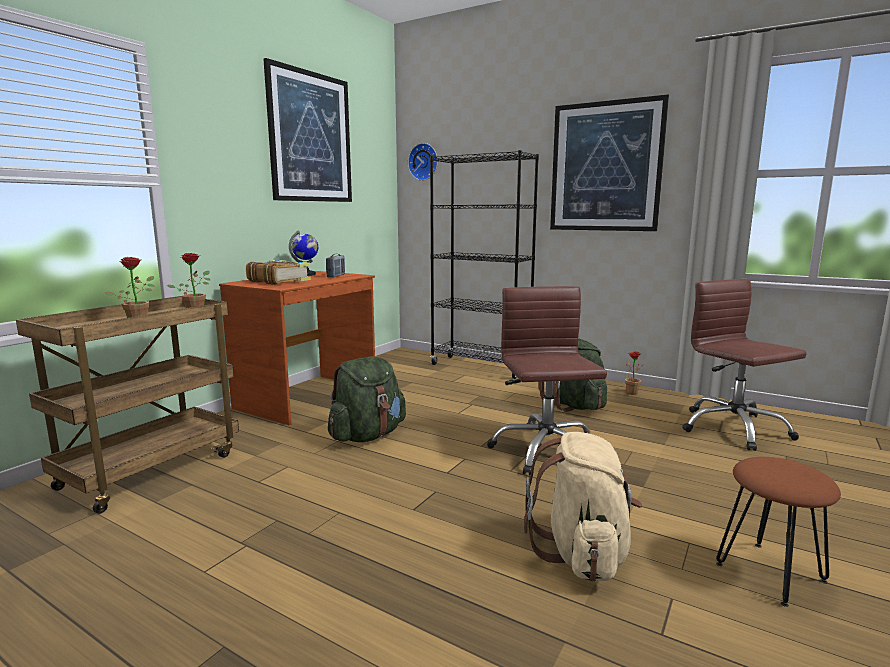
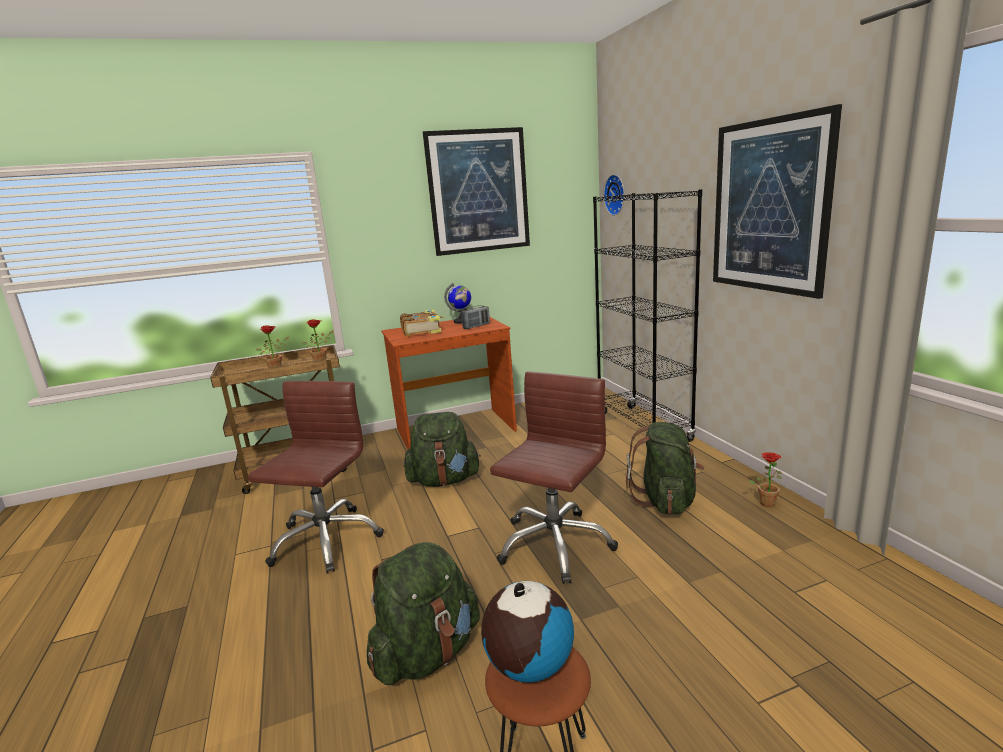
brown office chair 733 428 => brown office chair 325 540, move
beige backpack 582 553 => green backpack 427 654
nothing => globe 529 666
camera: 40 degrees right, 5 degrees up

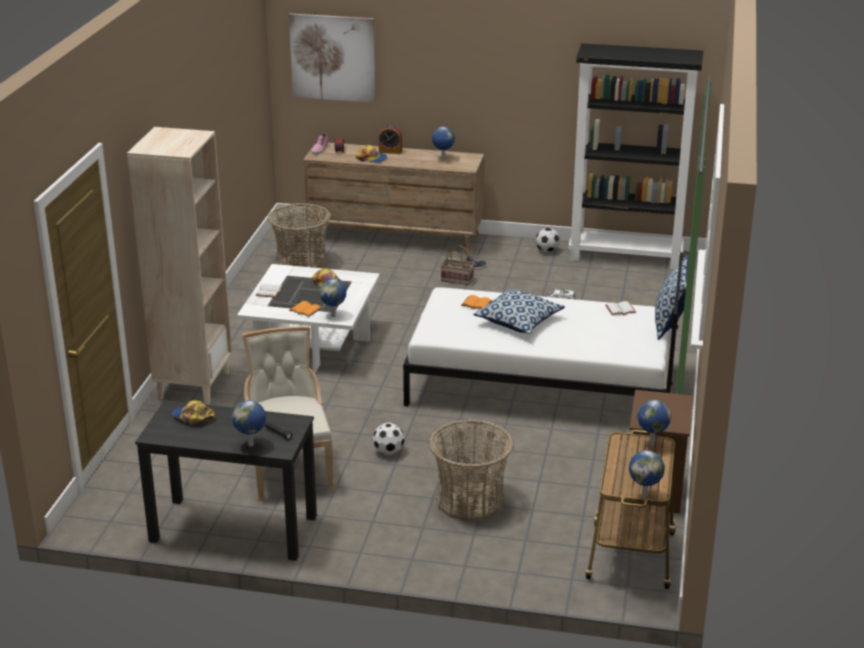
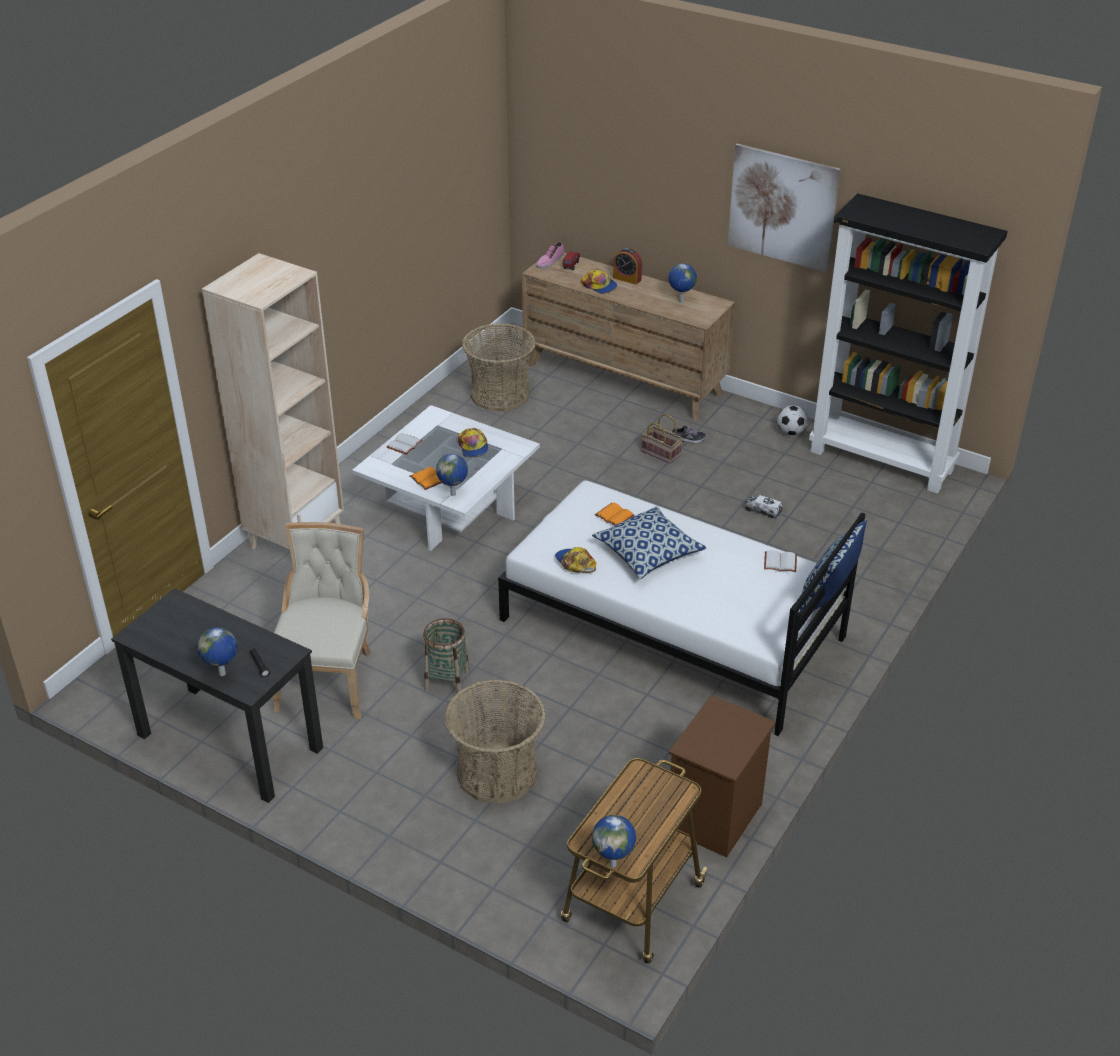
picture 333 58 => picture 782 207, move
cap 193 417 => cap 575 563, move
globe 651 443 => nothing
football 388 452 => basket 447 680
camera: 20 degrees right, 10 degrees up

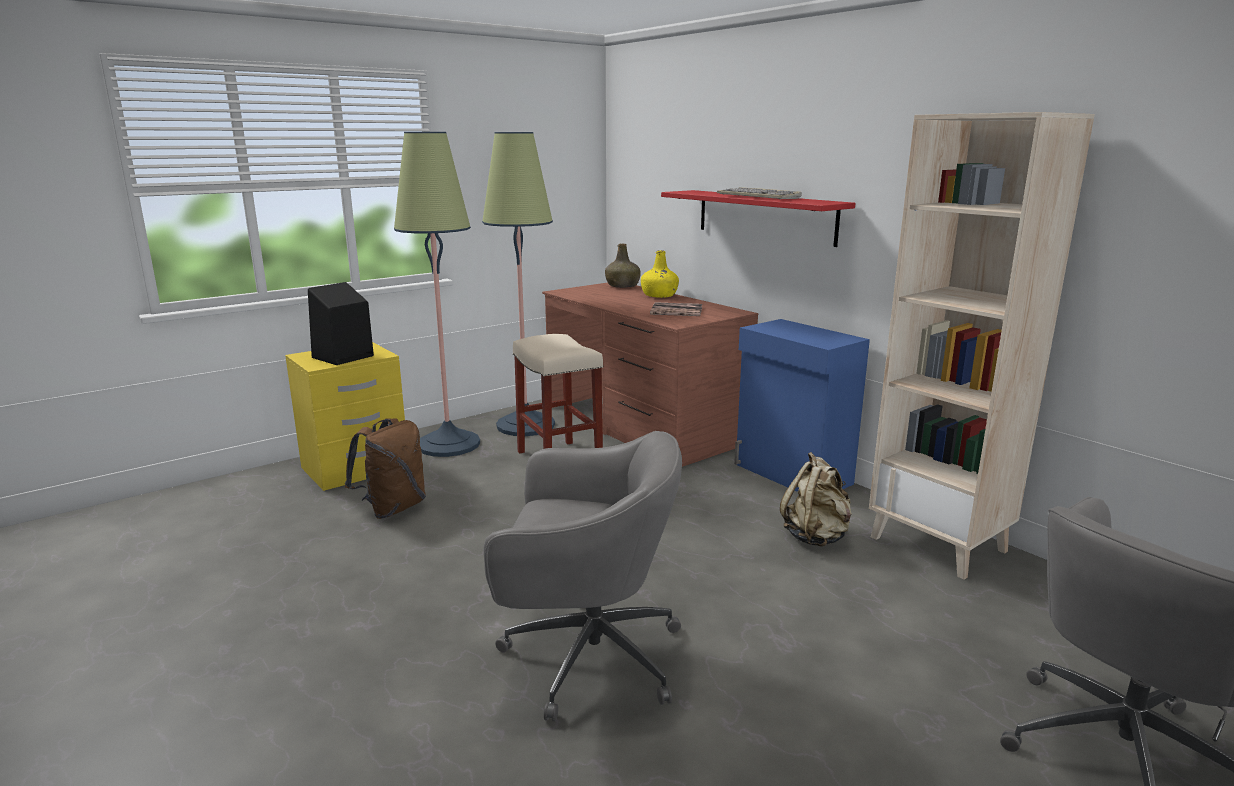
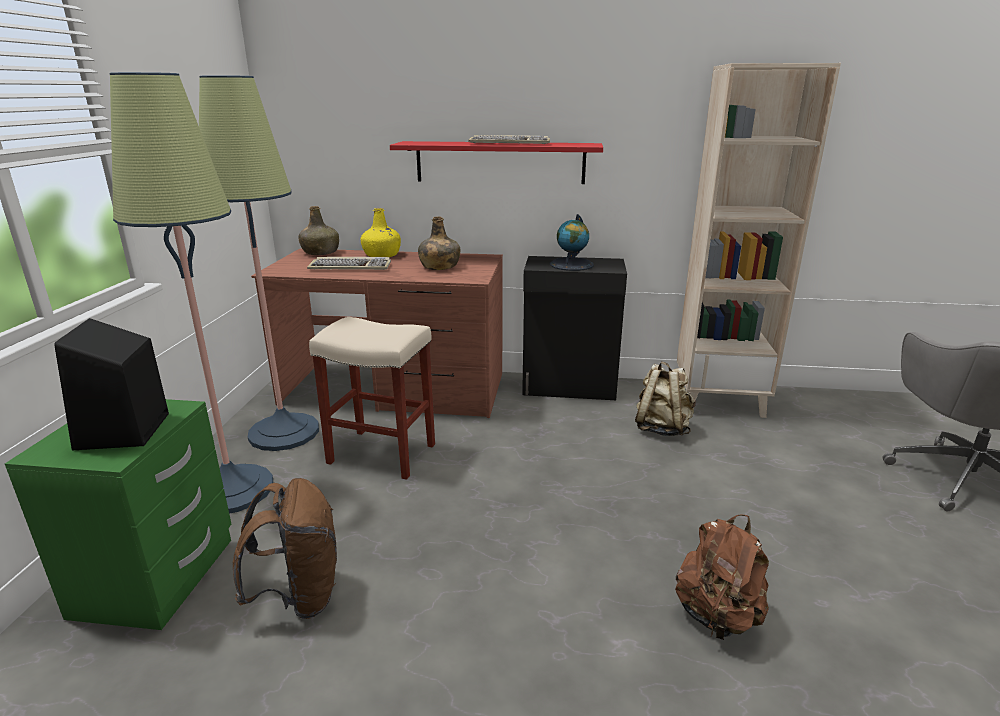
book 676 311 => green bottle 439 267
blue cabinet 792 474 => black cabinet 569 387
yellow nightstand 355 469 => green nightstand 157 577
grey office chair 587 656 => brown backpack 717 616
nothing => globe 571 264
nothing => keyboard 351 267
camera: 45 degrees left, 5 degrees up

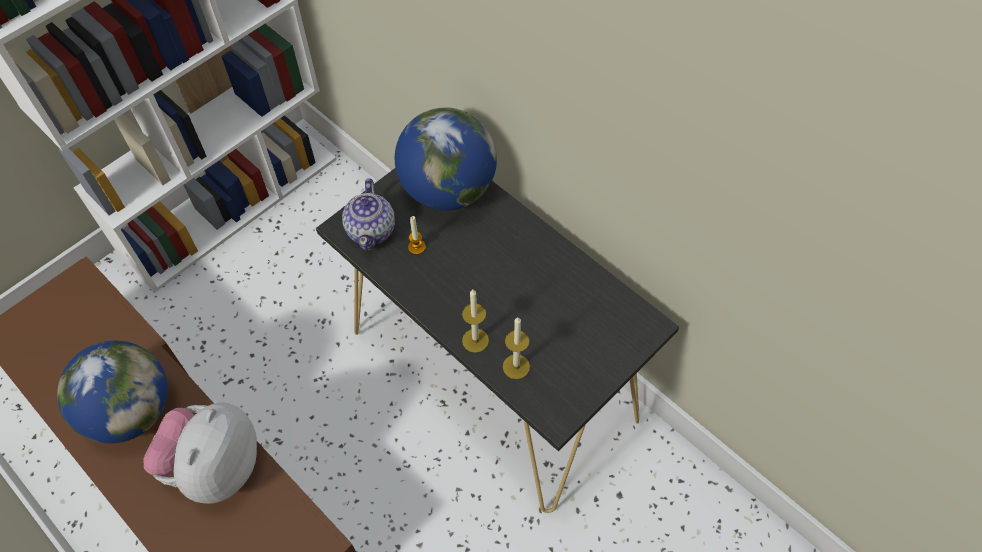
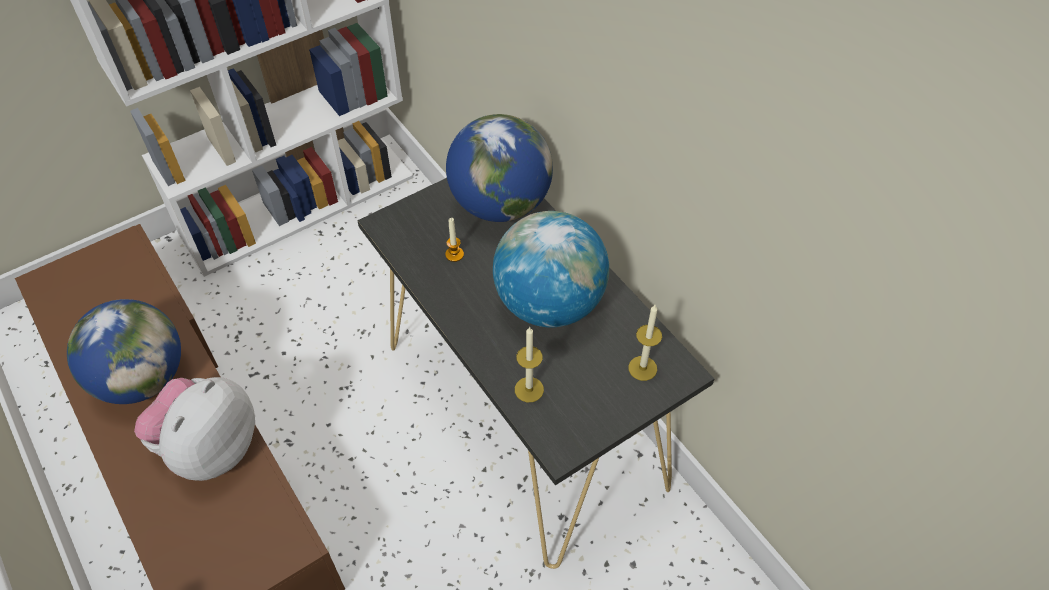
teapot 371 230 => nothing
candle 475 340 => candle 642 368, move
nothing => globe 549 303
camera: 10 degrees right, 5 degrees down

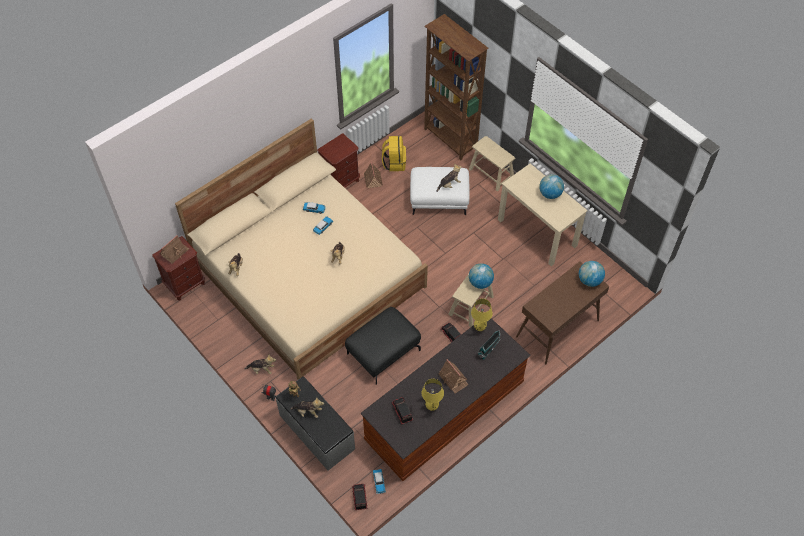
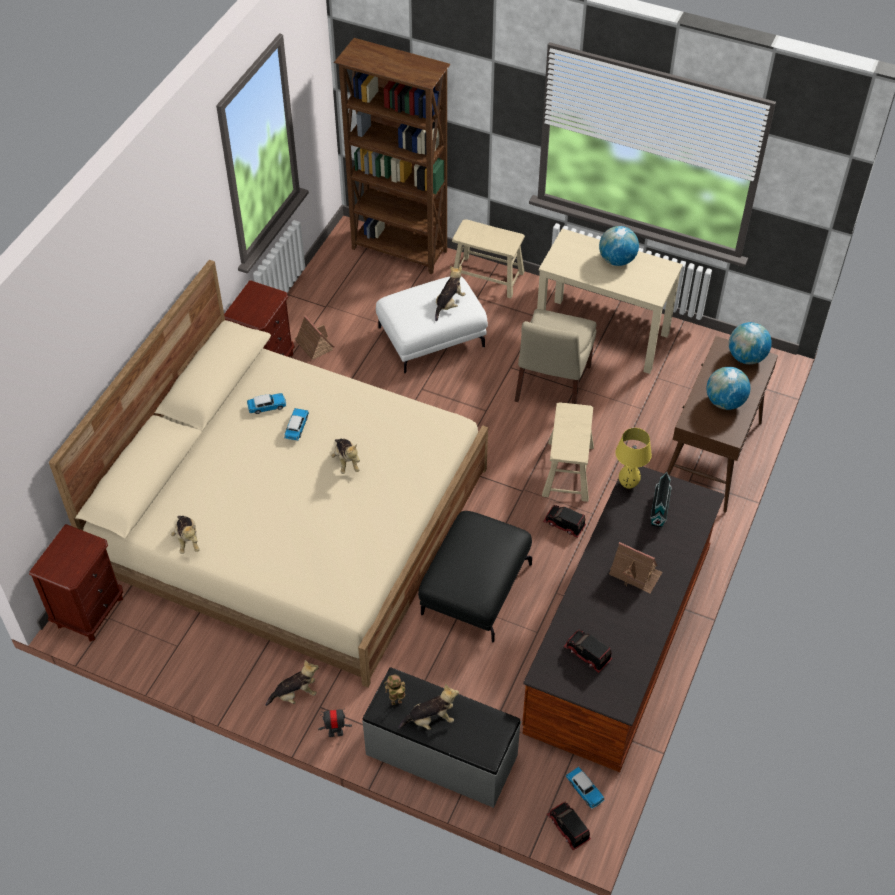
yellow backpack 394 163 => nothing
toy house 174 252 => nothing
globe 480 282 => globe 724 402, move
yellow table lamp 431 407 => nothing
nothing => beige chair 552 386
camera: 25 degrees left, 5 degrees down

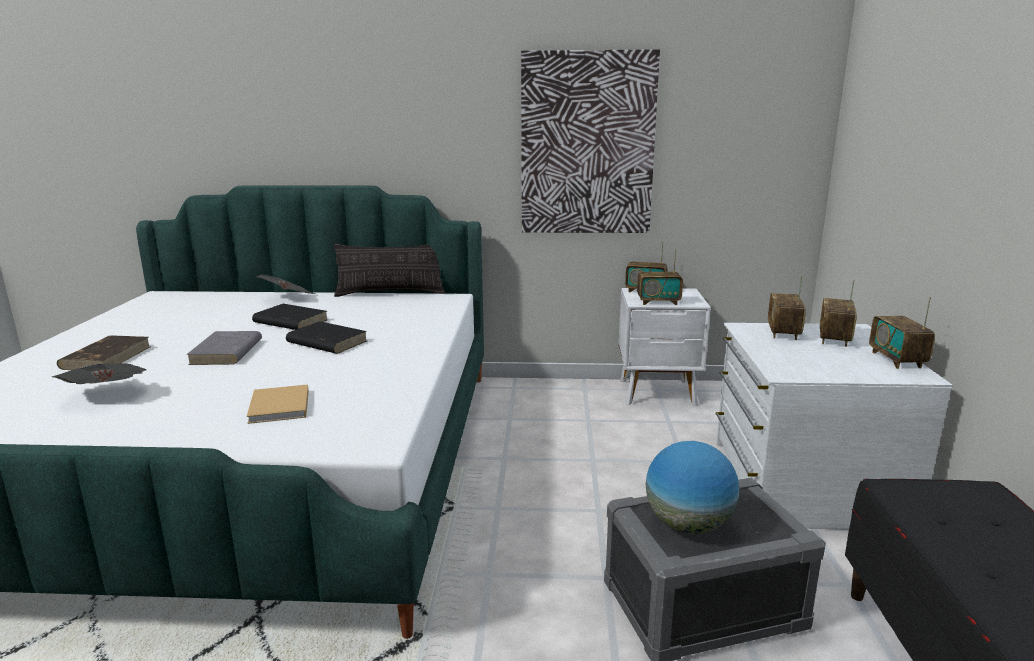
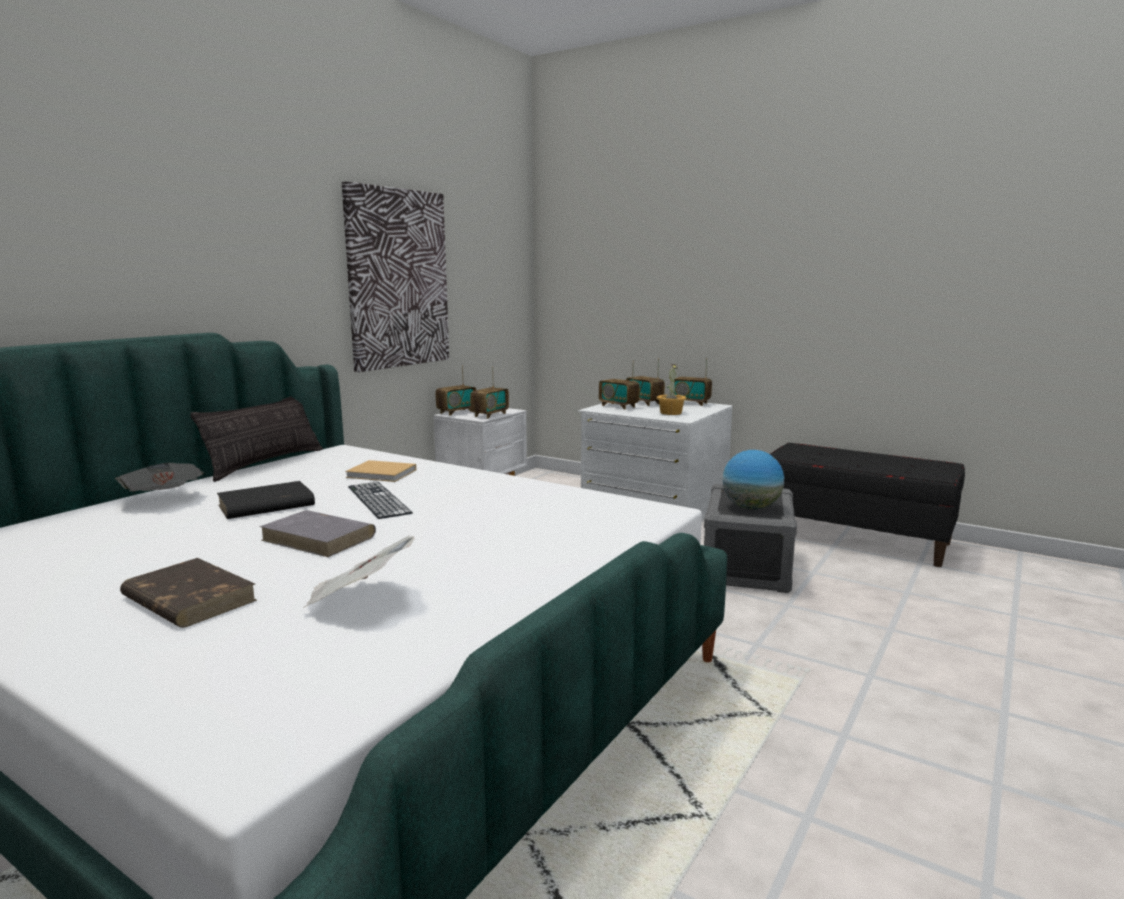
black book 326 342 => keyboard 378 500
beige book 279 407 => beige book 383 474, move
nothing => potted plant 670 413
camera: 60 degrees left, 5 degrees down

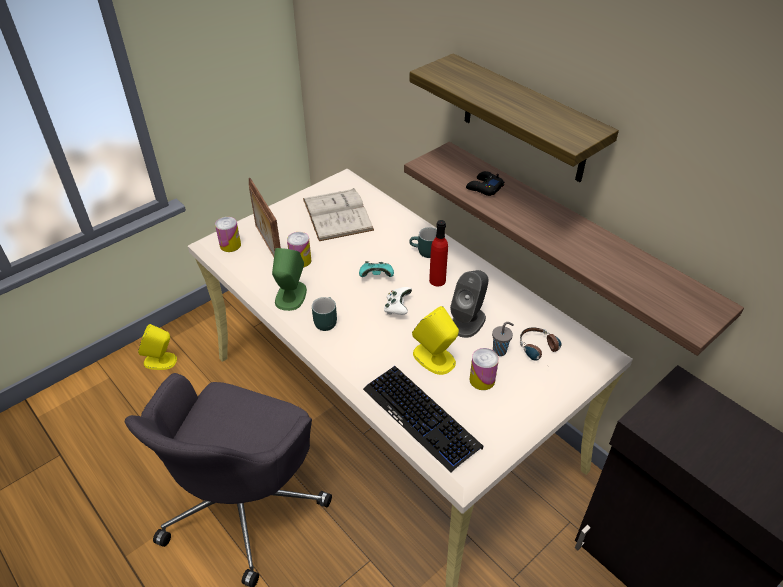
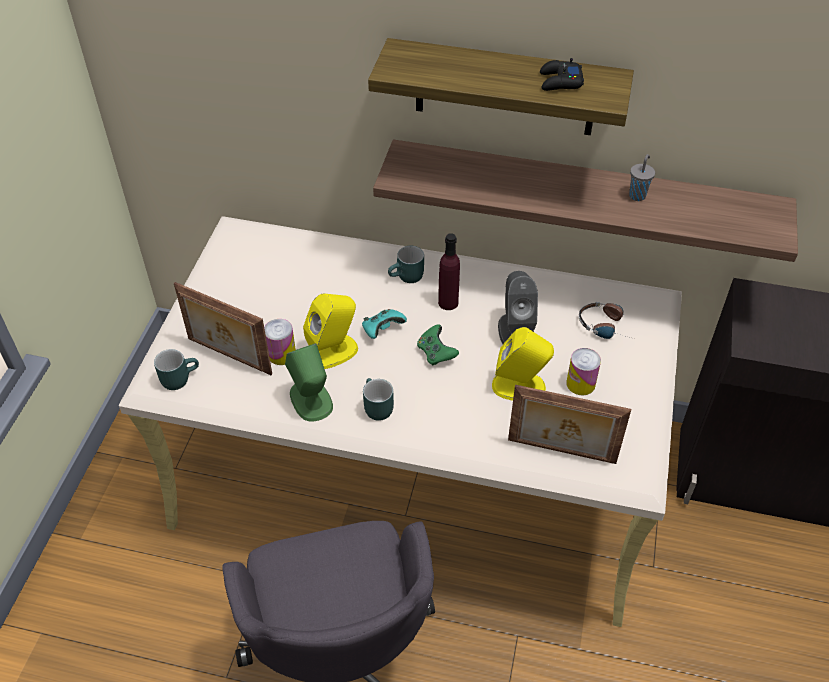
black game controller 484 188 => black game controller 560 82, move
white book 337 214 => nothing
can 230 245 => turquoise mug 179 377
red bottle 437 280 => purple bottle 448 303
white game controller 397 308 => green game controller 436 353
grey cup 500 351 => grey cup 637 195, move
yellow speaker 161 361 => yellow speaker 333 351, move
keyboard 421 418 => picture frame 561 452
camera: 35 degrees left, 5 degrees up

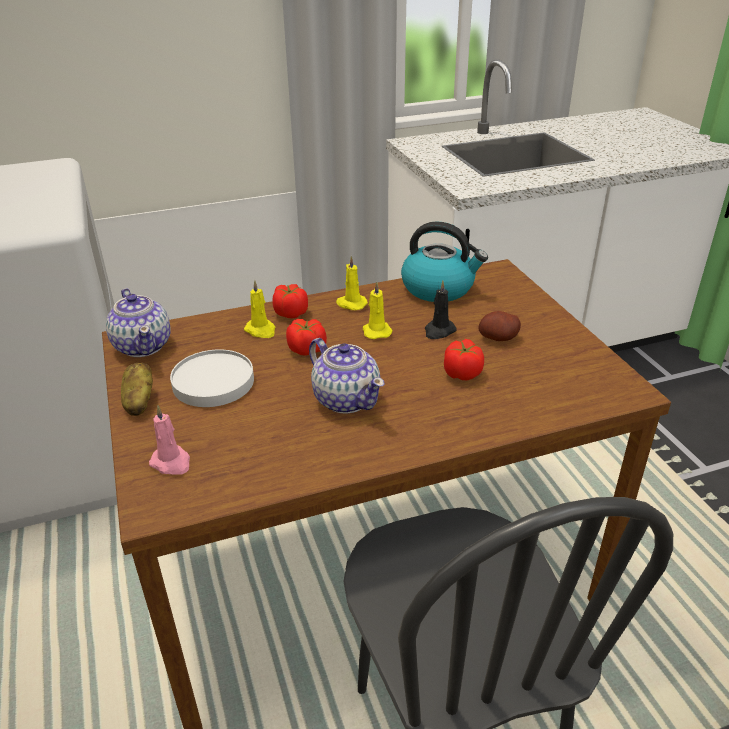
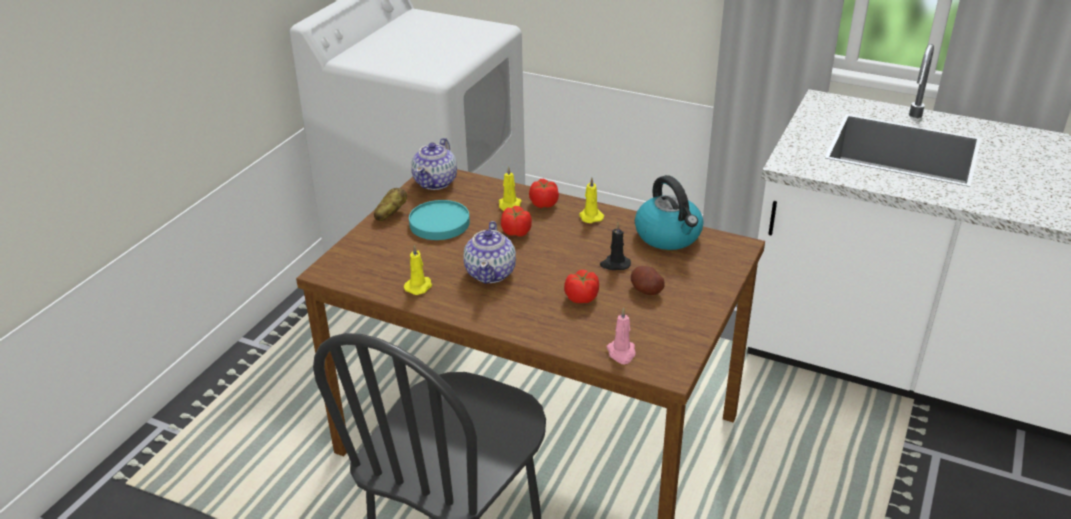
yellow candle 376 331 => yellow candle 419 286, move
white plate 212 382 => turquoise plate 439 223
pink candle 172 463 => pink candle 621 353, move
camera: 45 degrees right, 0 degrees up

